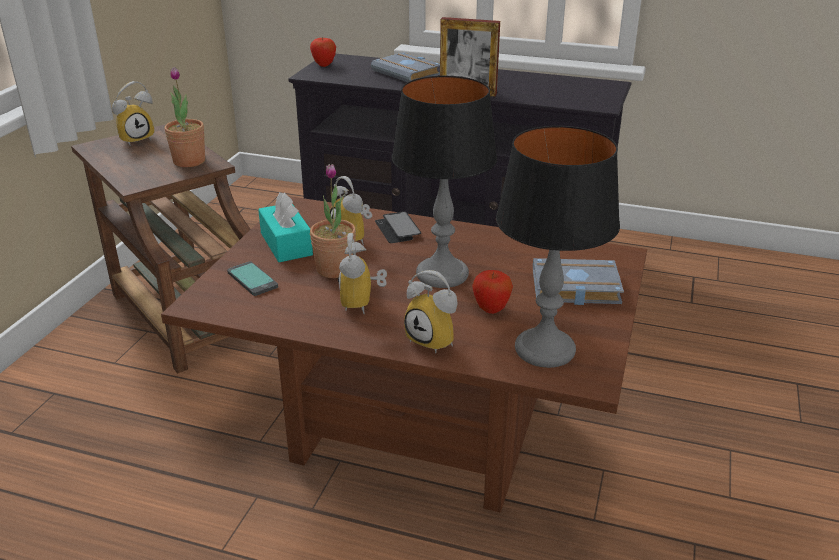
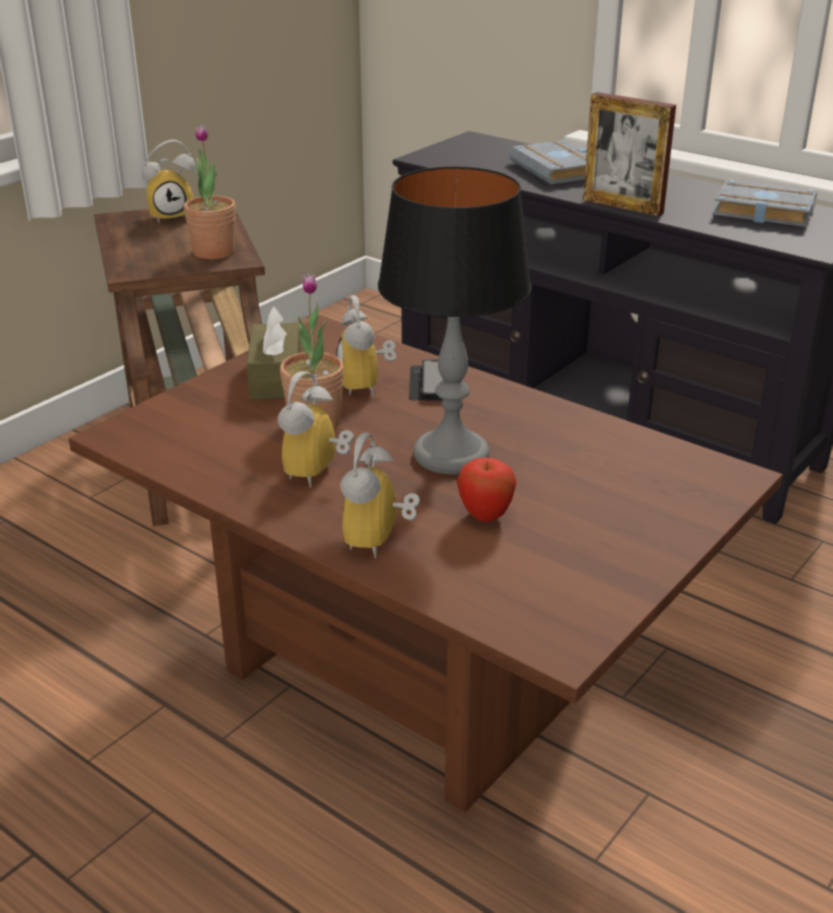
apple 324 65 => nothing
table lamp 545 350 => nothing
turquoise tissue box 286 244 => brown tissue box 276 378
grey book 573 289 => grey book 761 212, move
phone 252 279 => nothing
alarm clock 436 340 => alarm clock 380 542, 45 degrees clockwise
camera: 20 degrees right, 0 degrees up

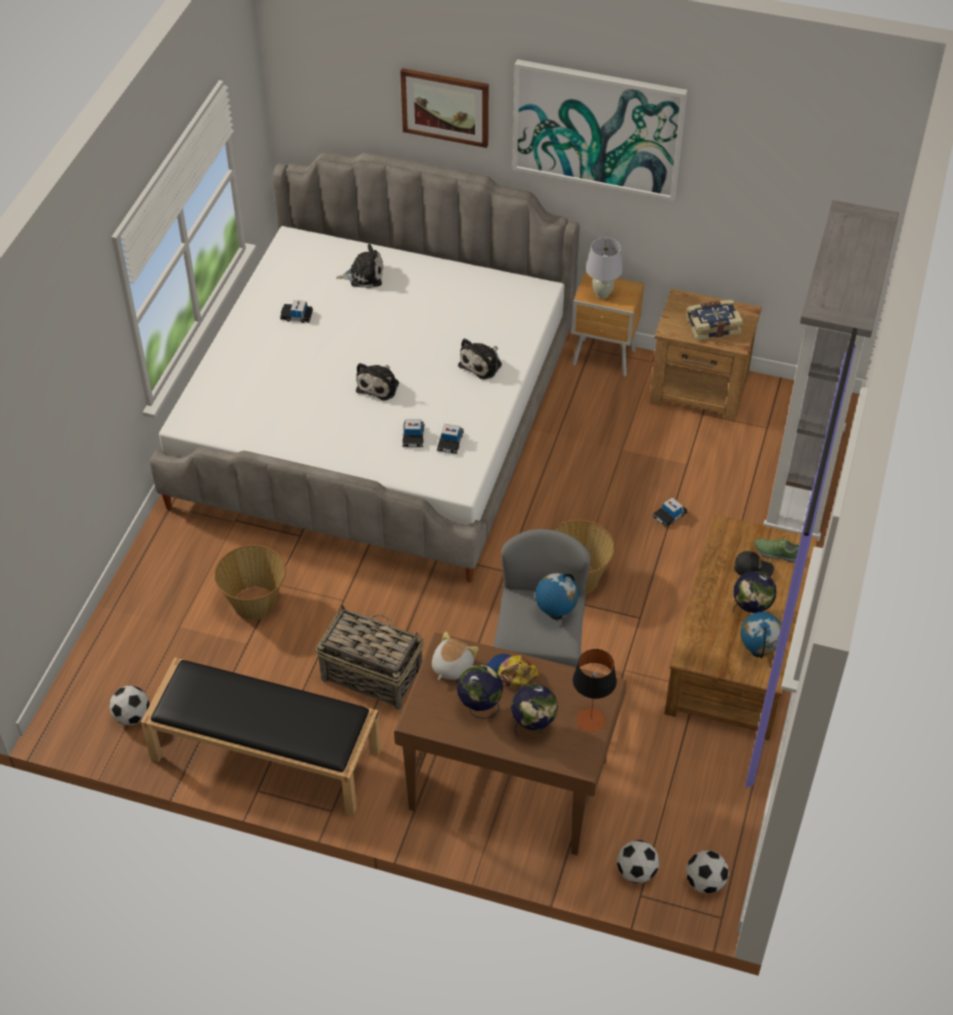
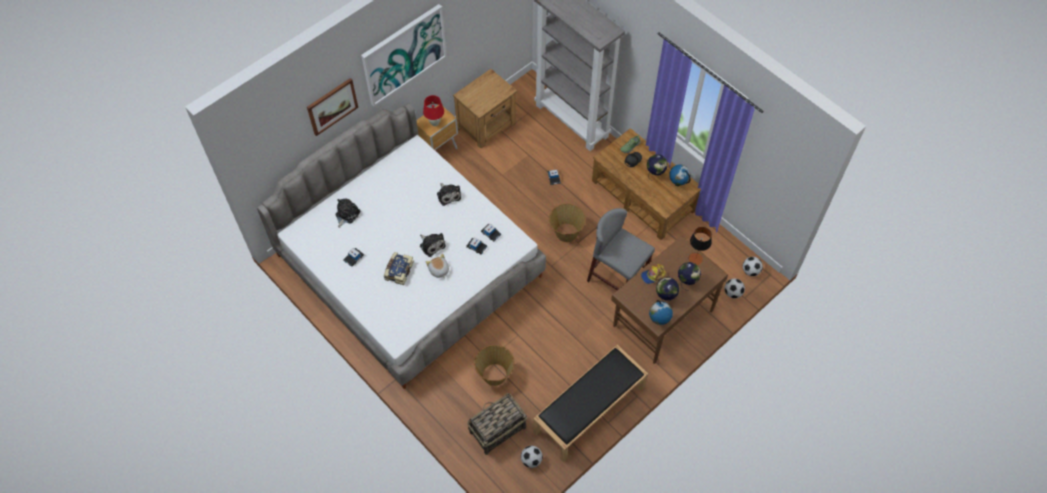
white table lamp 602 294 => red table lamp 435 123
book 712 325 => book 398 271, move
globe 555 614 => globe 658 320, move
basket 371 674 => basket 497 430, move
plush toy 451 666 => plush toy 438 270, move
camera: 60 degrees left, 10 degrees up

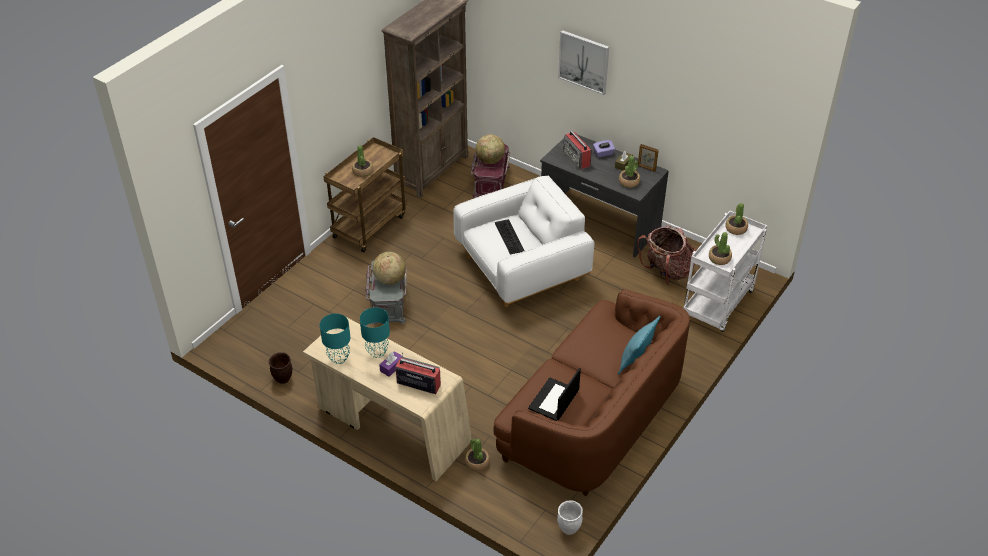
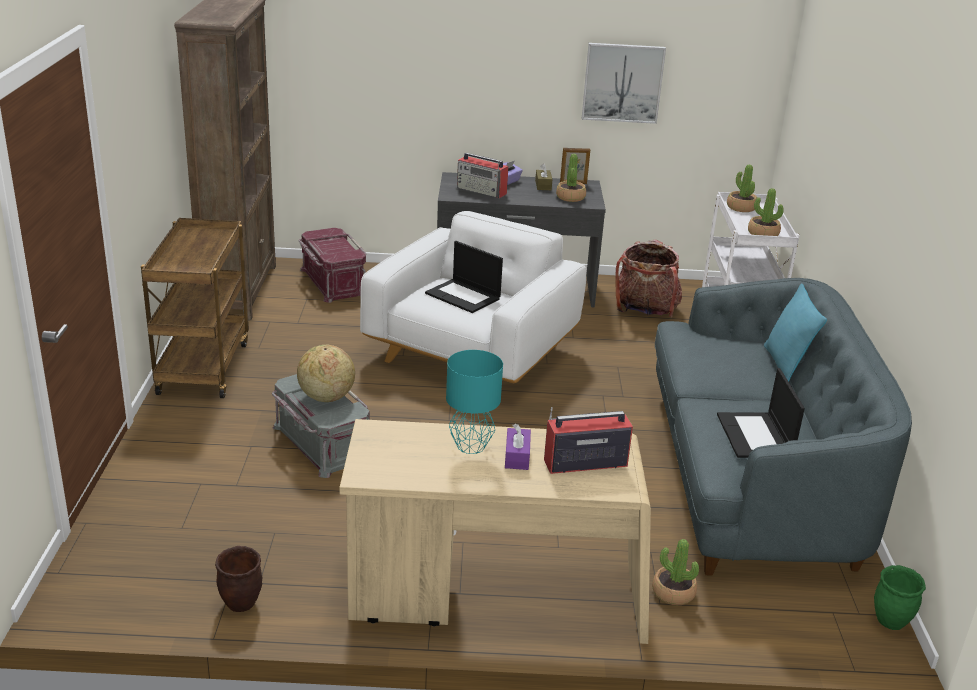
picture 584 61 => picture 622 83, move
globe 490 160 => nothing
potted plant 362 171 => nothing
keyboard 510 237 => laptop 464 296
brown sofa 593 417 => grey sofa 750 478
turquoise table lamp 339 358 => nothing
white planter 568 528 => green planter 889 621
camera: 35 degrees left, 15 degrees down

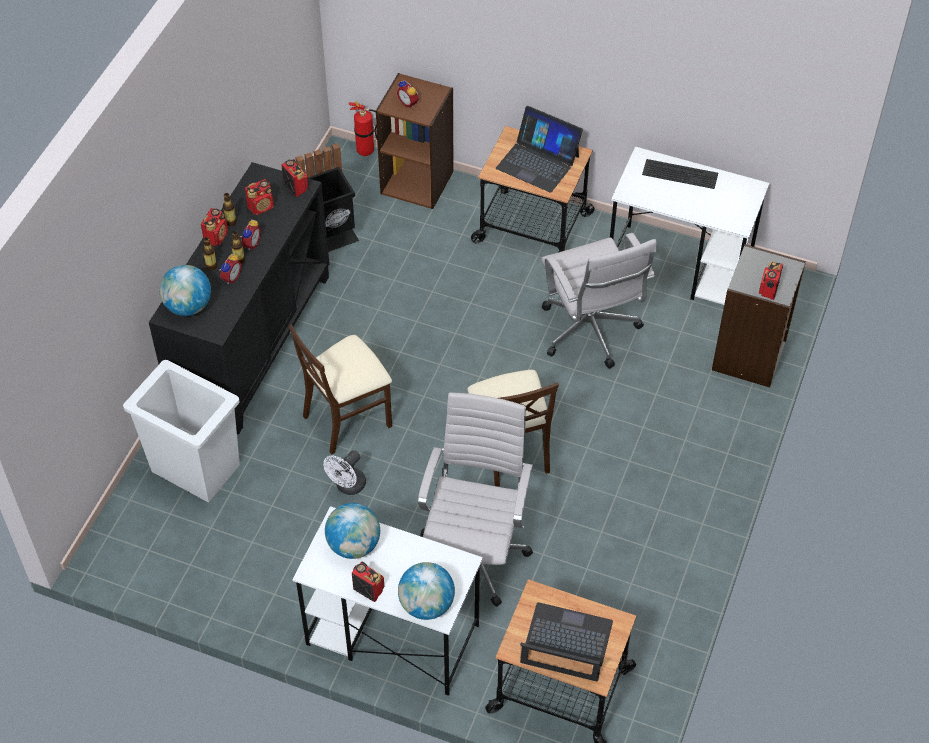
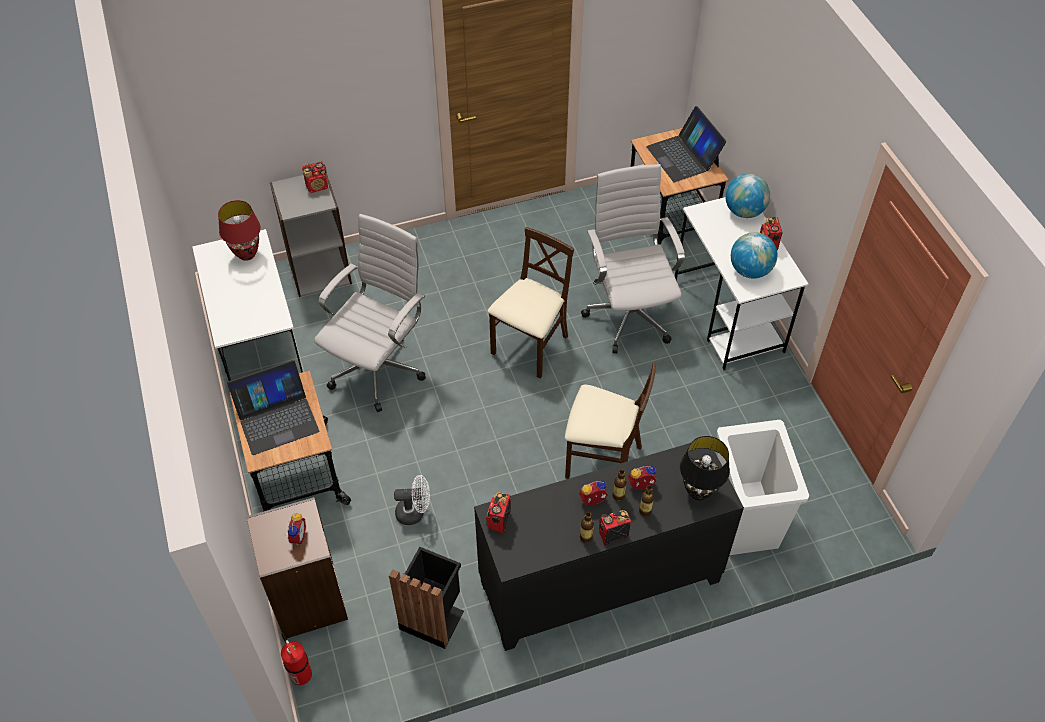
laptop 538 162 => laptop 276 418, 75 degrees clockwise
keyboard 681 173 => nothing
radio 261 207 => nothing
globe 188 306 => black table lamp 699 492
white office chair 474 553 => white office chair 628 314, 105 degrees clockwise
white fan 347 487 => white fan 414 512, move
nothing => red table lamp 247 254
camera: 130 degrees left, 0 degrees up

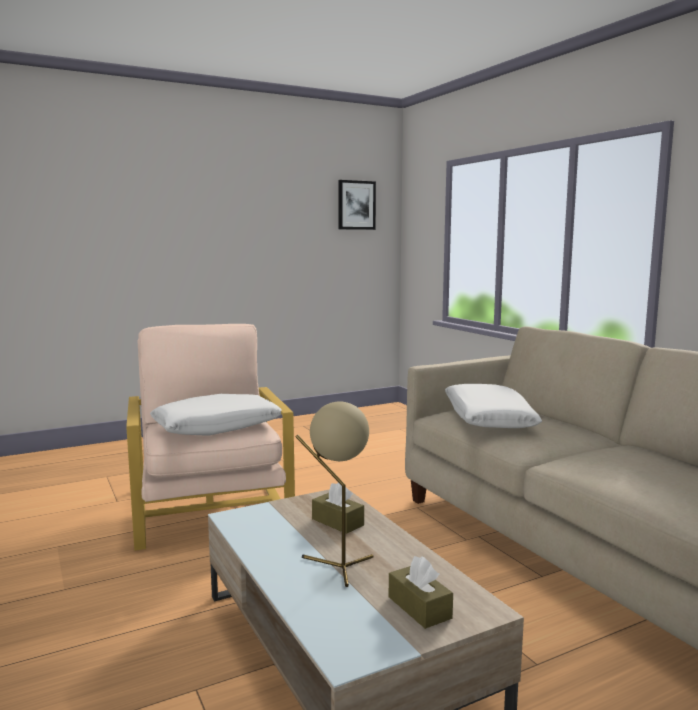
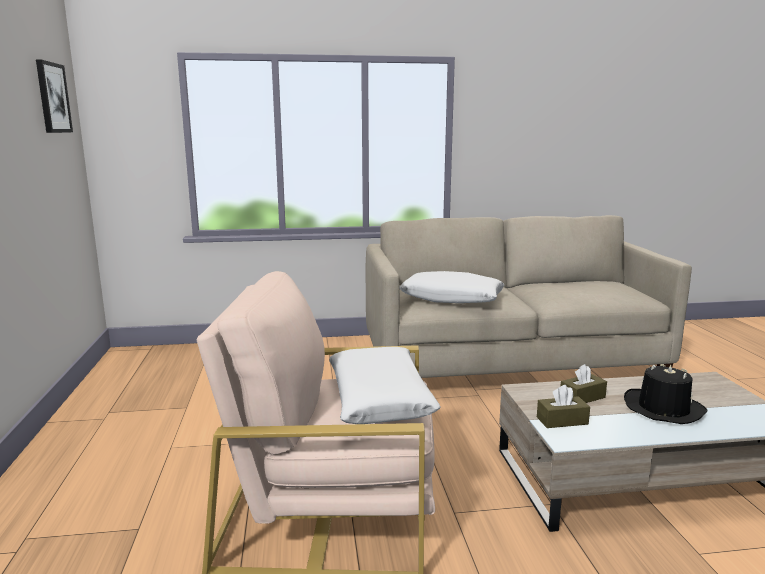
beige table lamp 337 566 => black hat 663 408
brown tissue box 419 607 => brown tissue box 562 420, move
camera: 70 degrees left, 5 degrees up

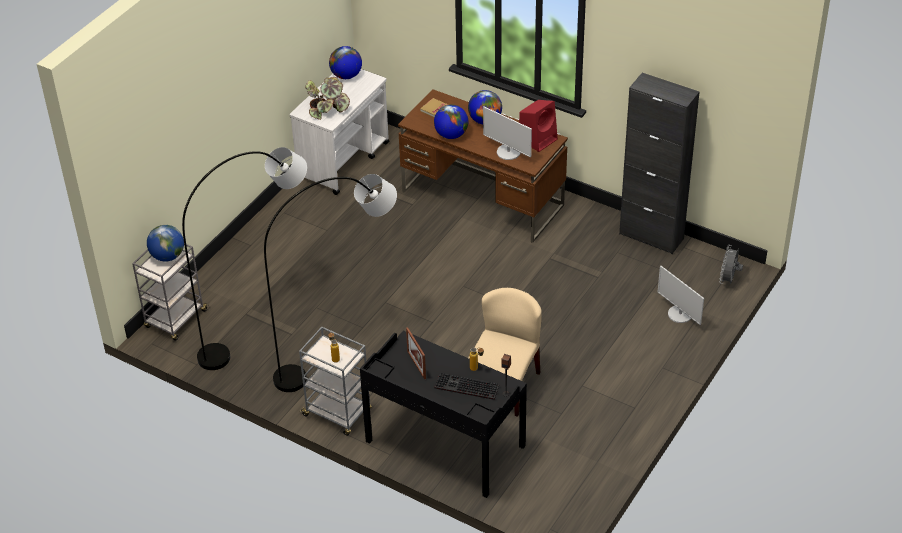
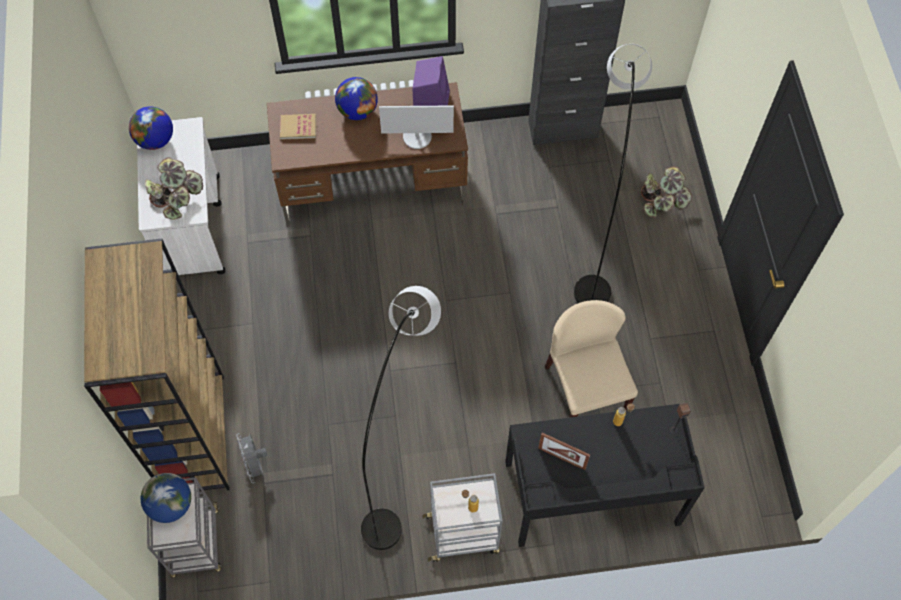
red speaker 538 139 => purple speaker 431 101
globe 451 135 => nothing
grey floor lamp 263 327 => grey floor lamp 598 233, move
grey fan 728 280 => grey fan 256 464, move
monitor 680 314 => potted plant 662 201
keyboard 465 388 => nothing
nothing => brown bookcase 194 435
camera: 40 degrees left, 20 degrees up

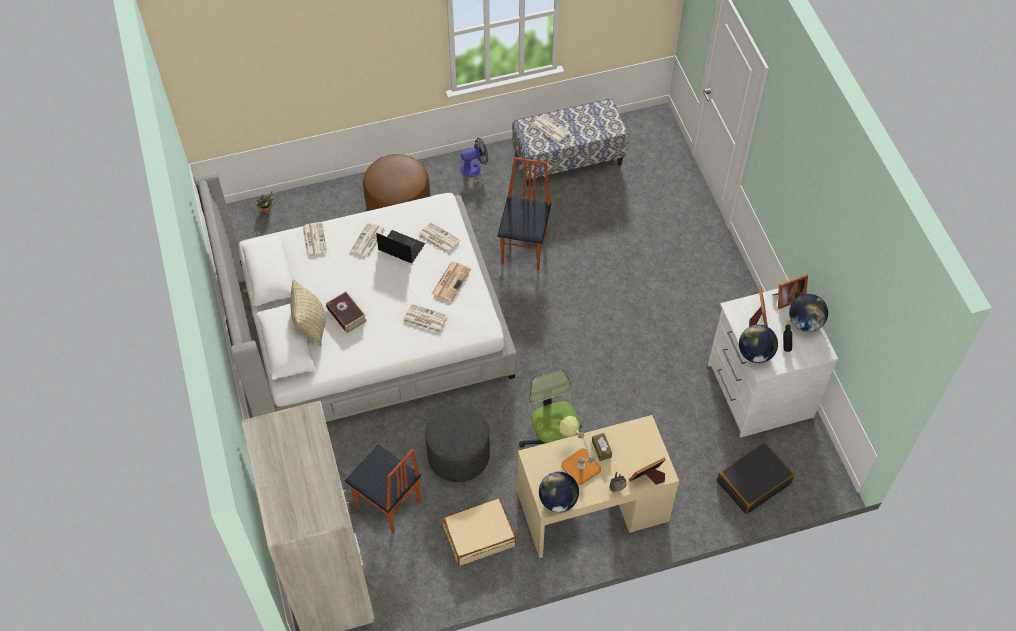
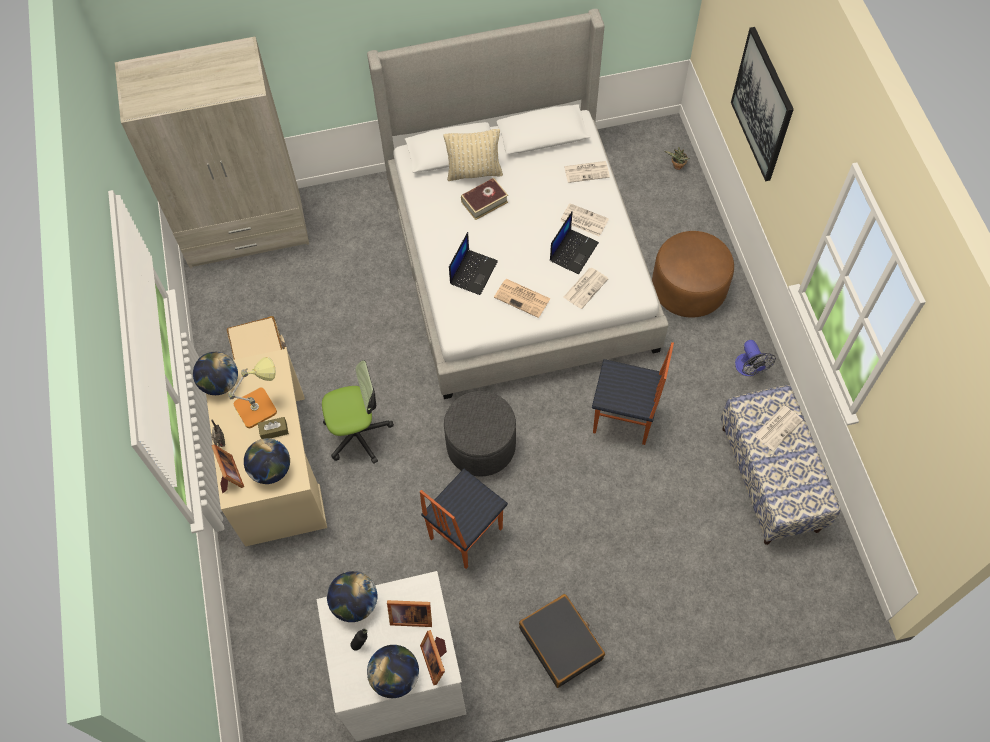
newspaper 424 318 => laptop 473 272
grey ottoman 458 455 => grey ottoman 481 445, move
black suitcase 753 482 => black suitcase 561 643, move
chair 388 505 => chair 464 533, move
nothing => picture 762 105
nothing => globe 271 470
camera: 95 degrees right, 5 degrees up

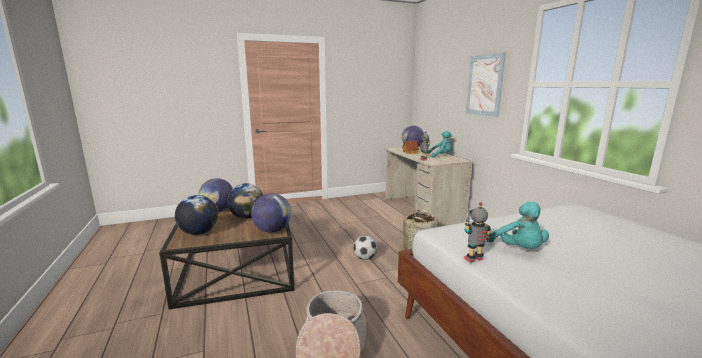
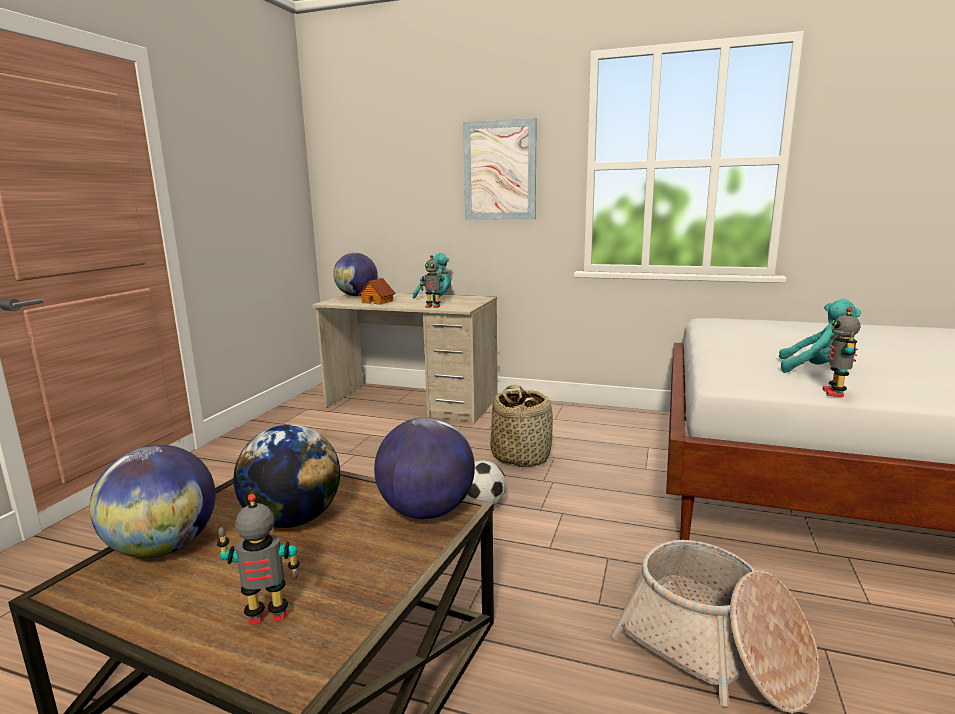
globe 198 233 => toy robot 268 617
camera: 50 degrees left, 0 degrees up

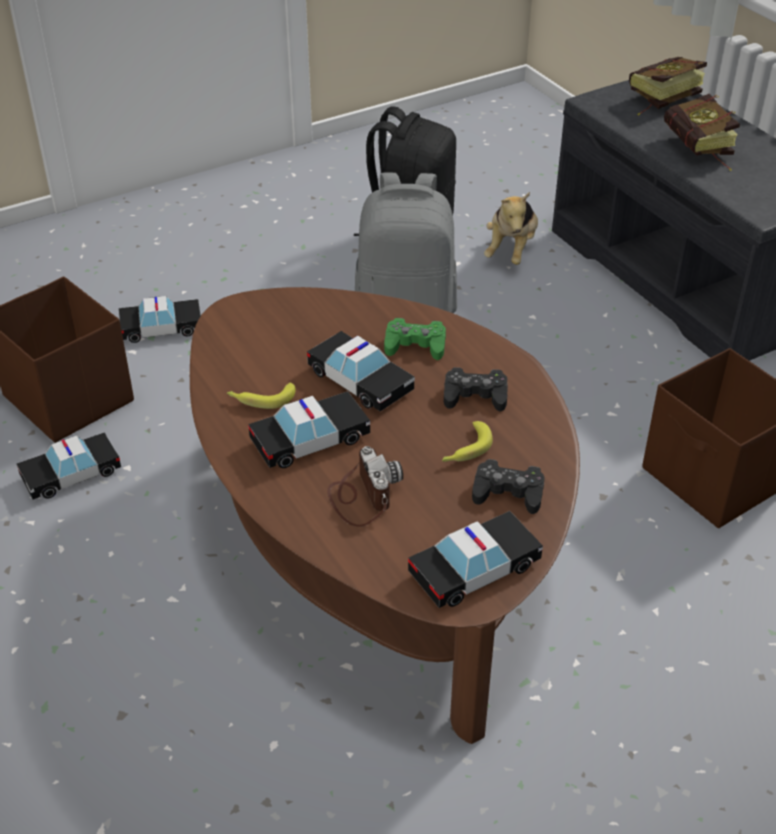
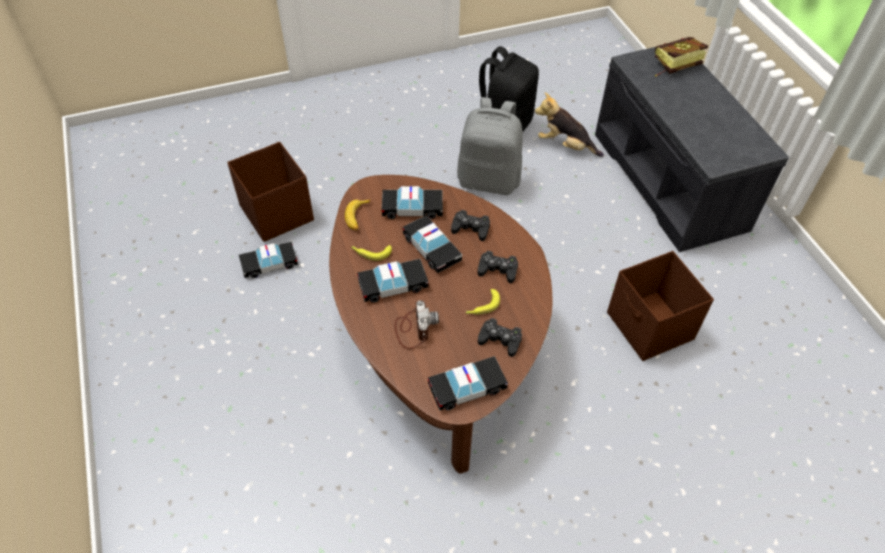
book 700 152 => nothing
plush toy 511 250 => plush toy 565 145, 90 degrees clockwise
toy car 162 328 => toy car 412 208, move
green game controller 415 345 => black game controller 471 228
nothing => banana 357 217
camera: 10 degrees right, 10 degrees up

